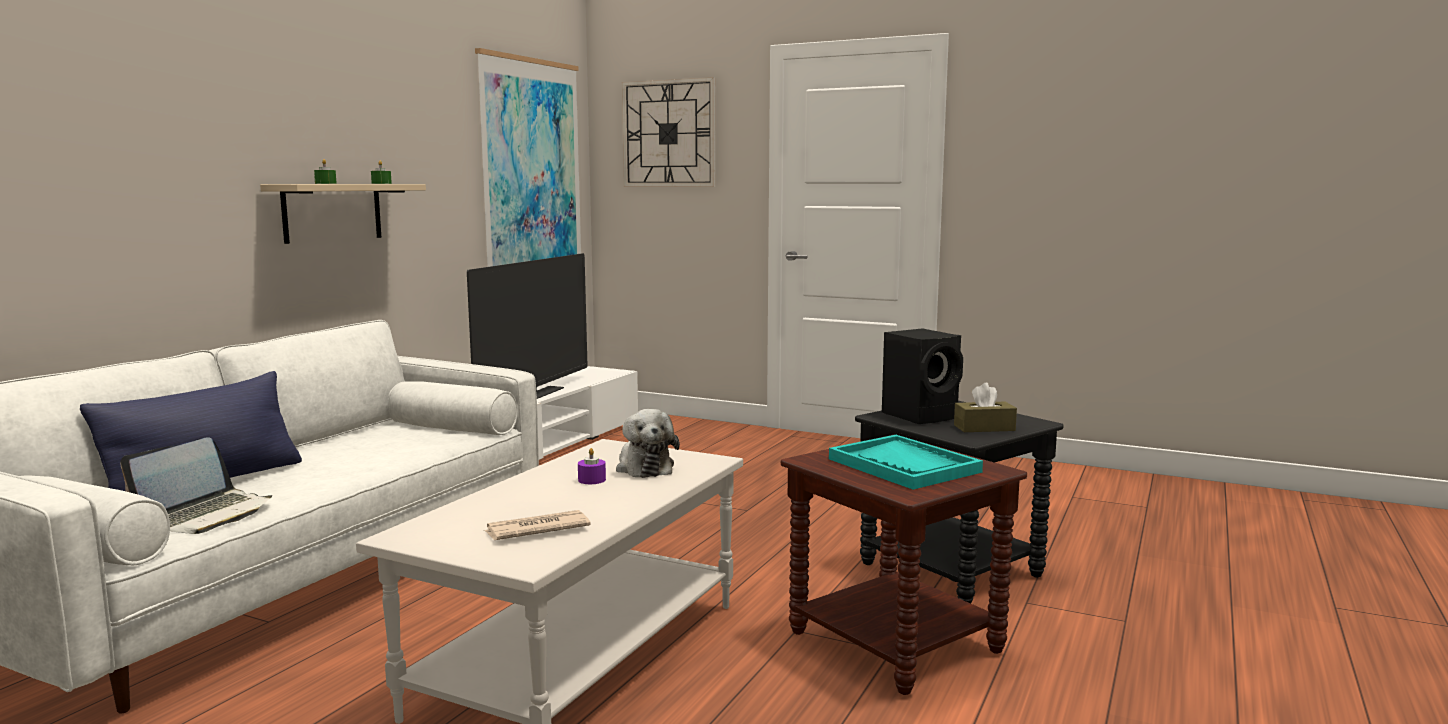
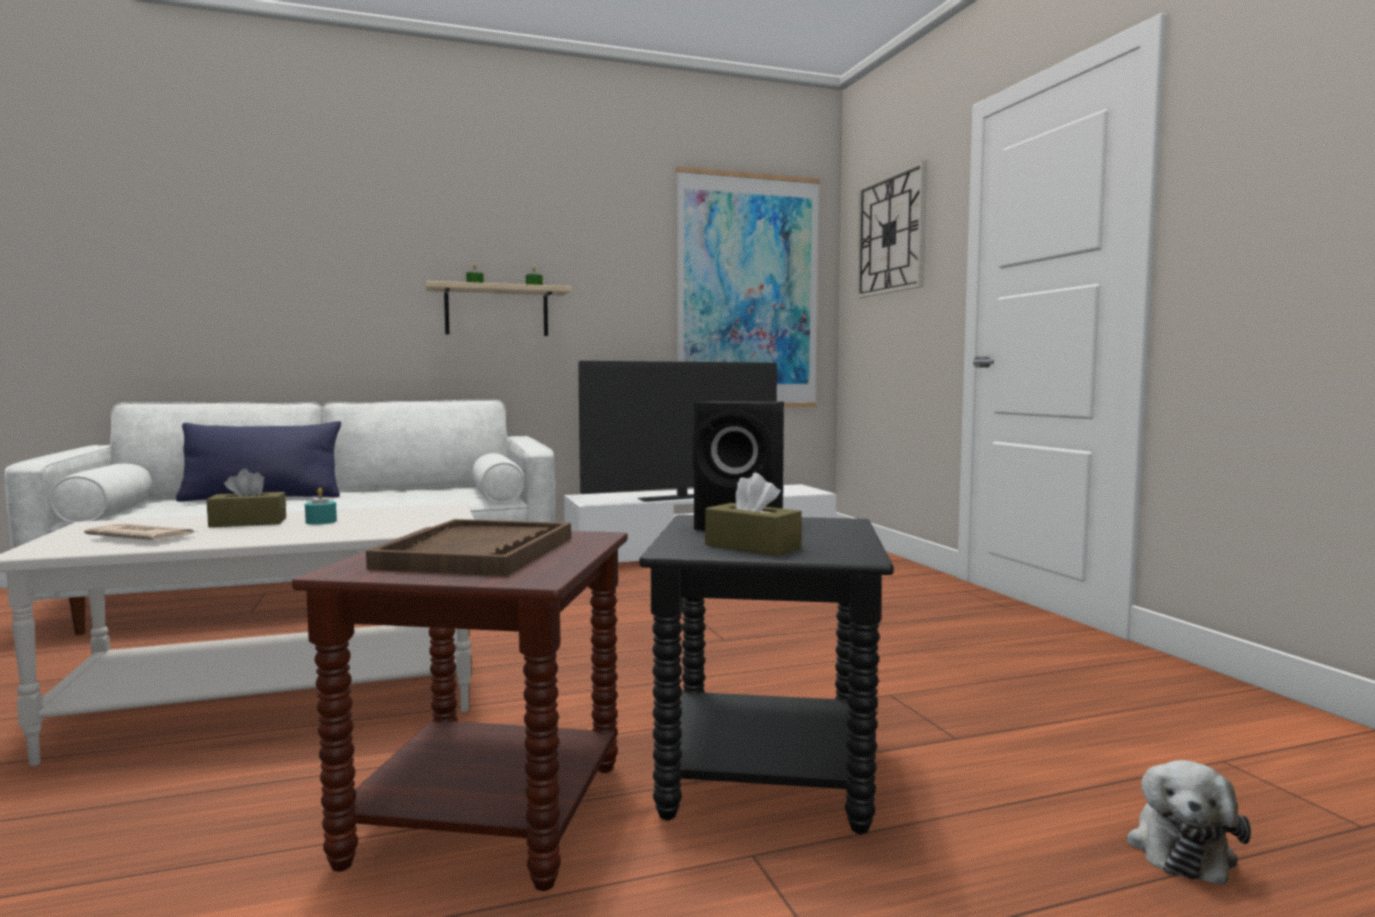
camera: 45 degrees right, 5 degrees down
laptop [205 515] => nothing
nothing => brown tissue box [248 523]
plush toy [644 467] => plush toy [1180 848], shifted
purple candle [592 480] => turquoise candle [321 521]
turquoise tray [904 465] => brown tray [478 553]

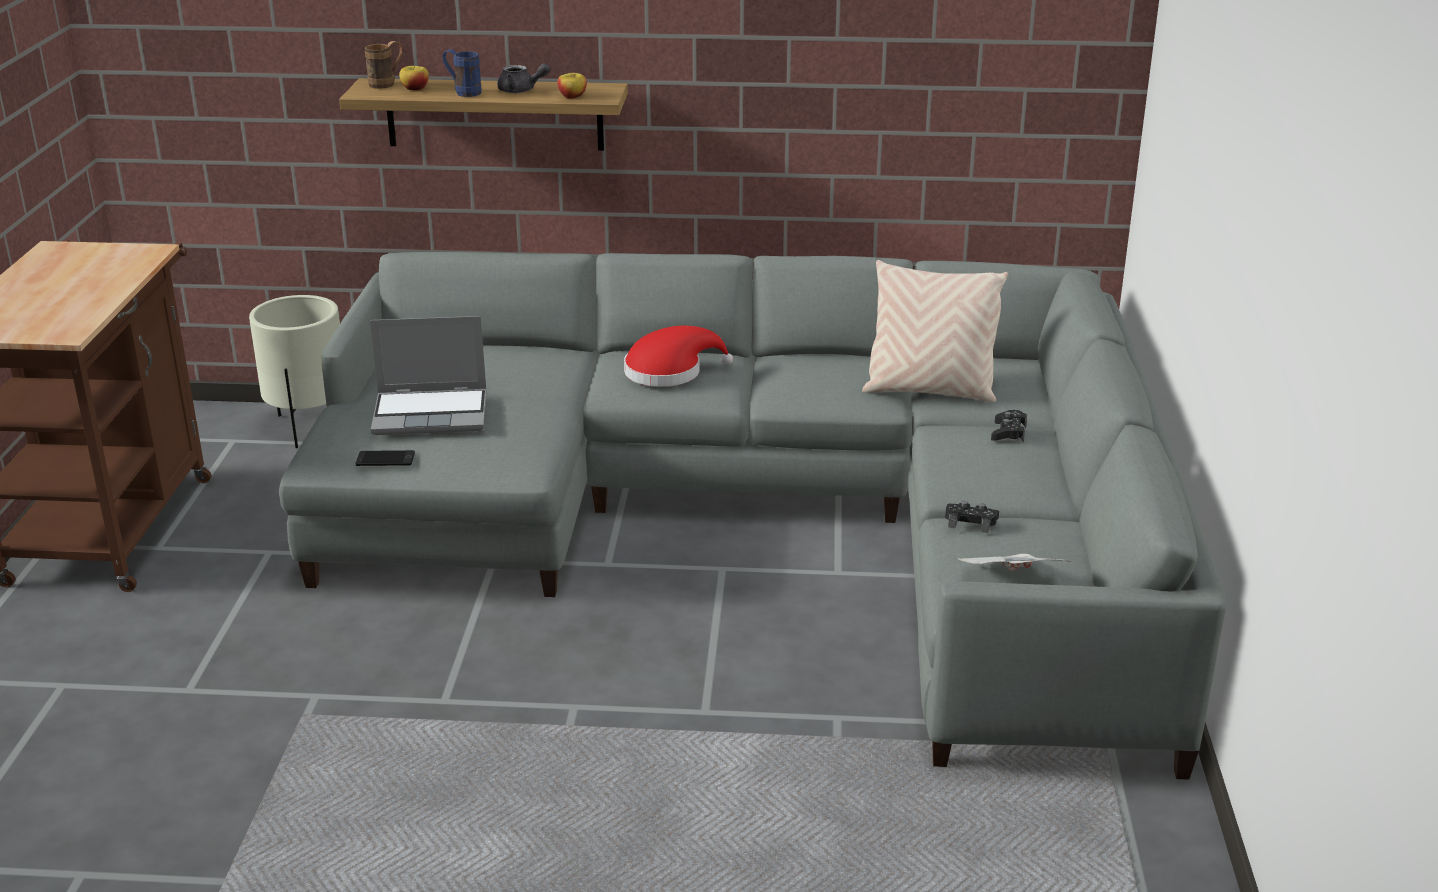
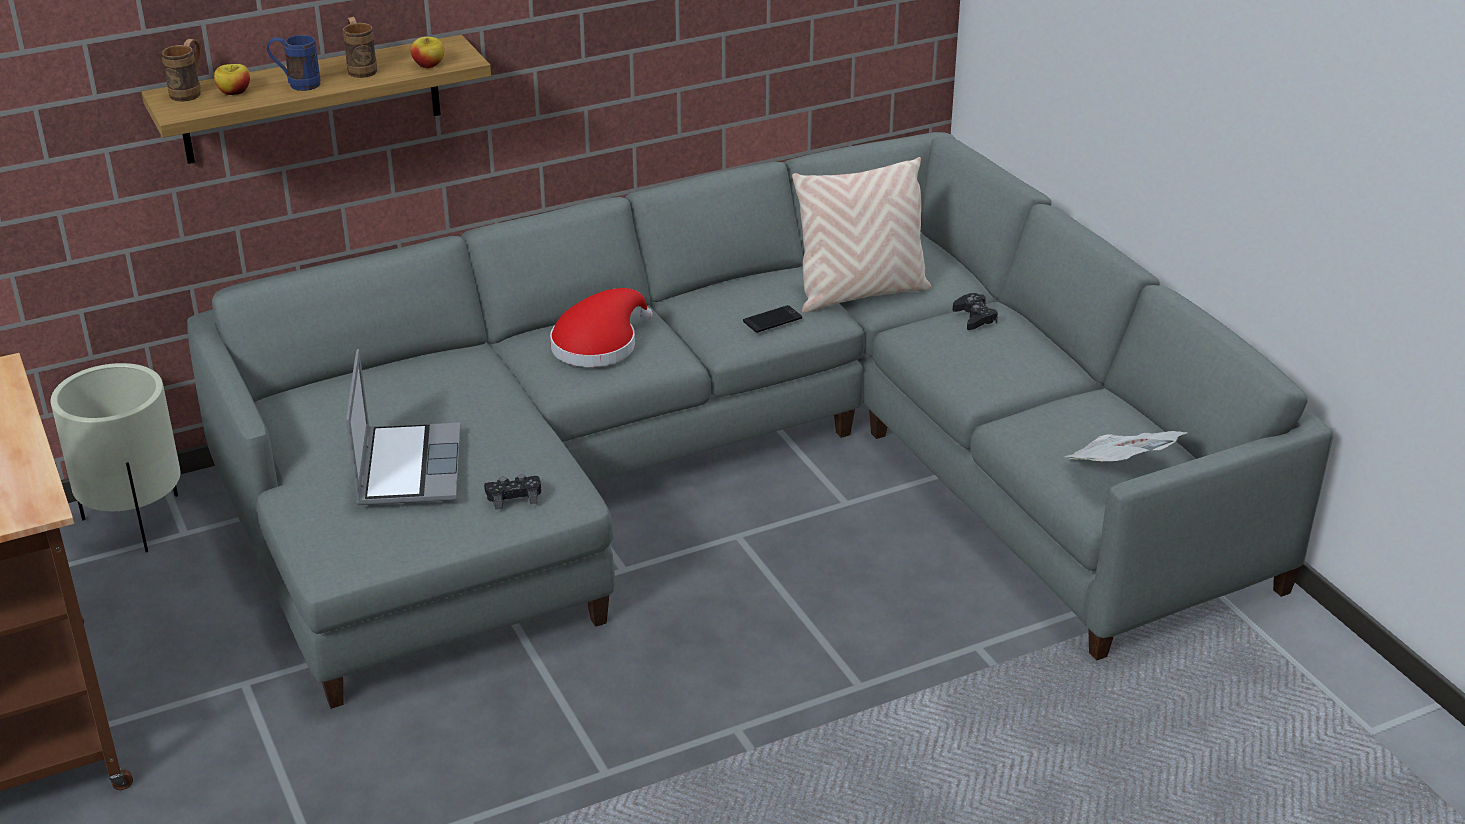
camera: 30 degrees left, 5 degrees up
phone [385 459] => phone [772 320], shifted
black game controller [971 522] => black game controller [514 496], shifted
grey teapot [521 91] => brown mug [360 69]
laptop [432 413] => laptop [407 467], 60 degrees counterclockwise

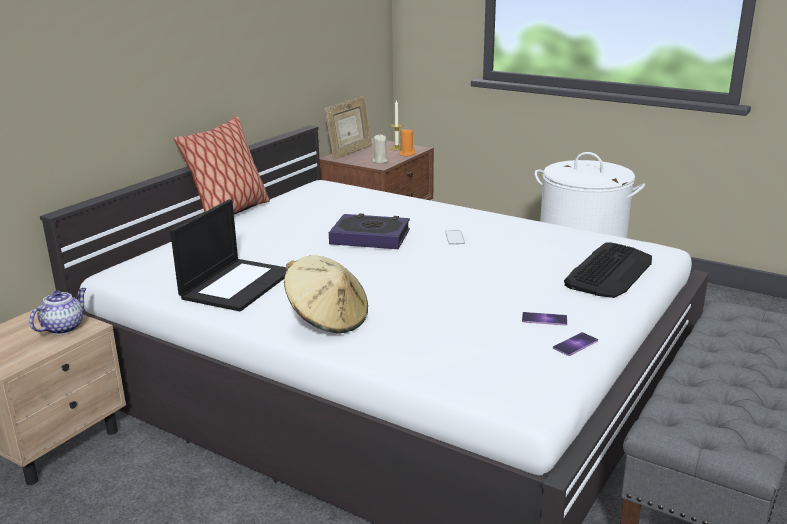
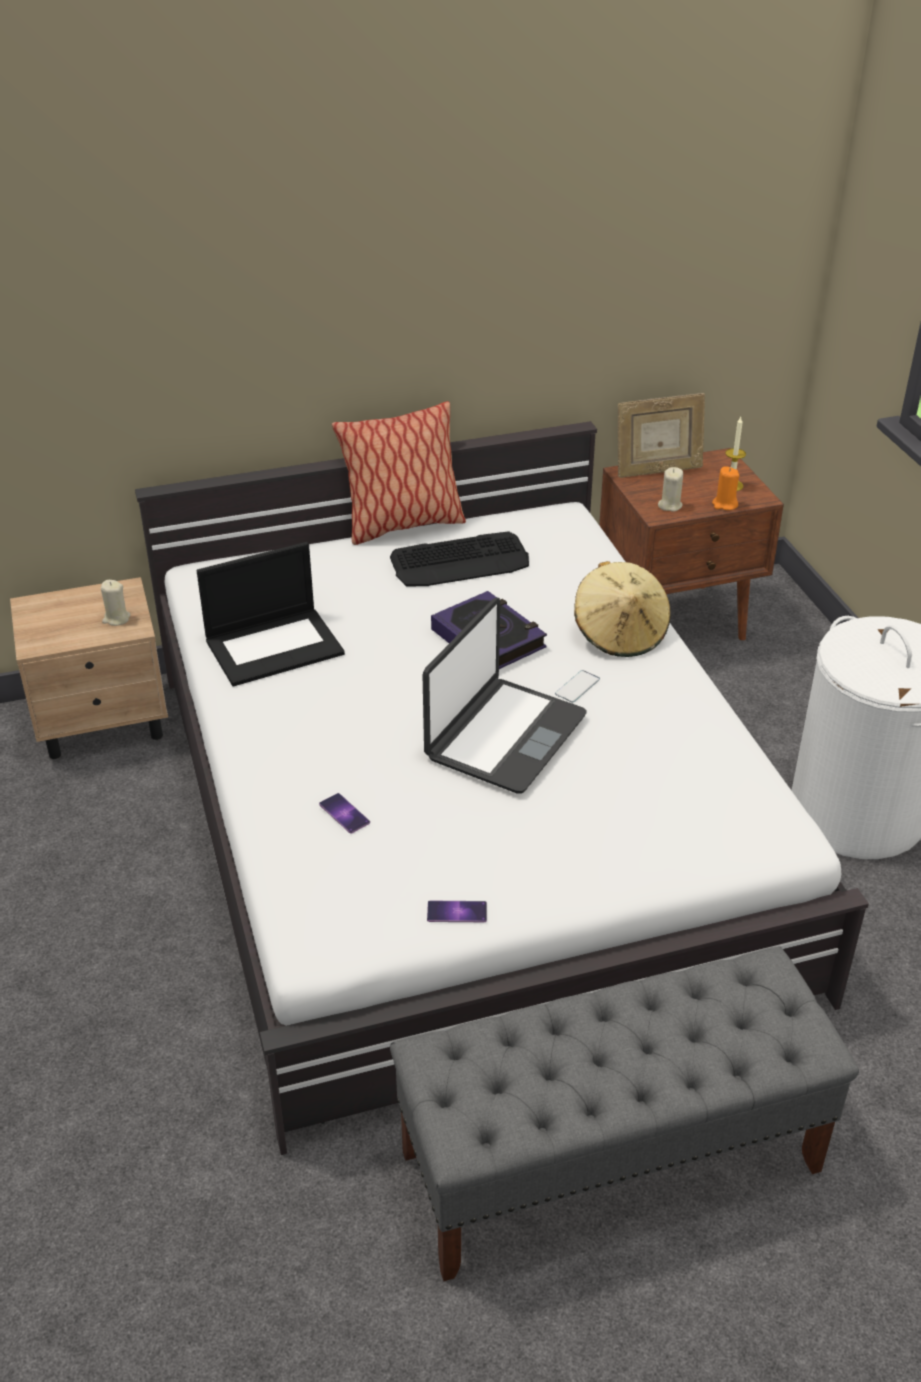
camera: 40 degrees right, 15 degrees up
nothing => laptop [504 736]
beige hat [327 319] => beige hat [620 634], shifted
phone [544 319] => phone [344 813], shifted
keyboard [610 271] => keyboard [460 562], shifted
teapot [63 327] => beige candle [116 619]

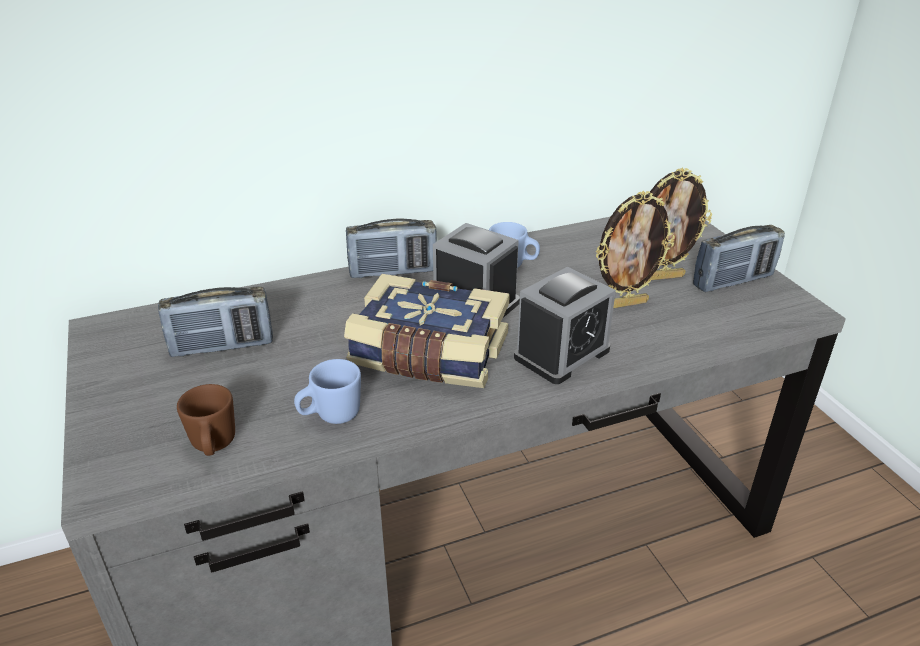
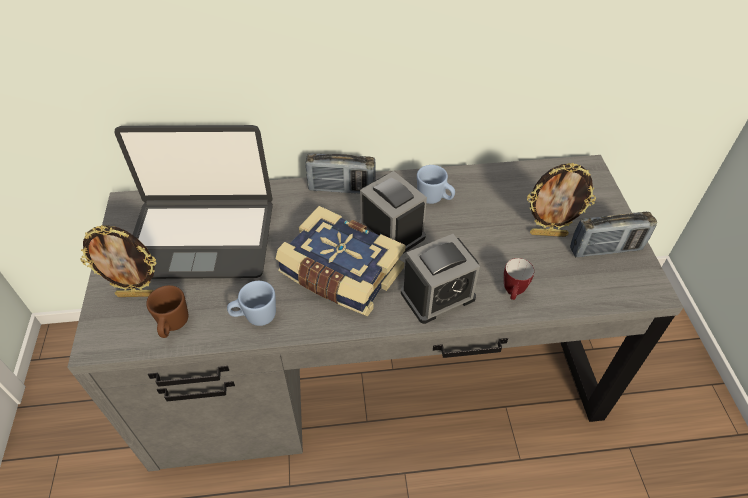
camera: 15 degrees right, 15 degrees up
nothing => mug [513 293]
picture frame [625 304] => picture frame [137 294], shifted
radio [222 346] => laptop [202 237]

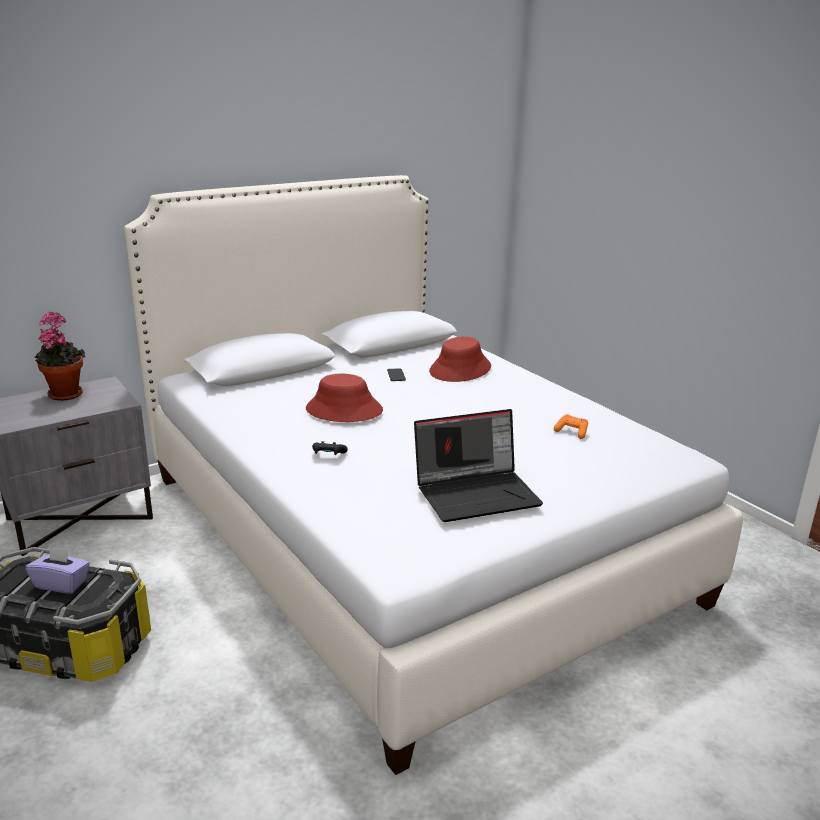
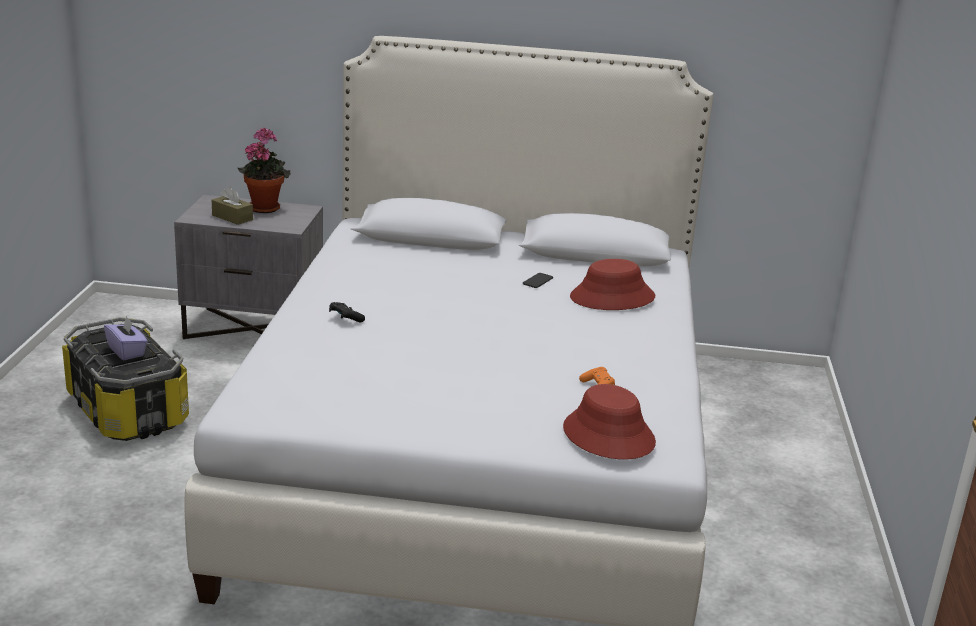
camera: 40 degrees right, 0 degrees up
laptop [477 493] => nothing
nothing => brown tissue box [232 217]
red hat [344 410] => red hat [608 436], shifted

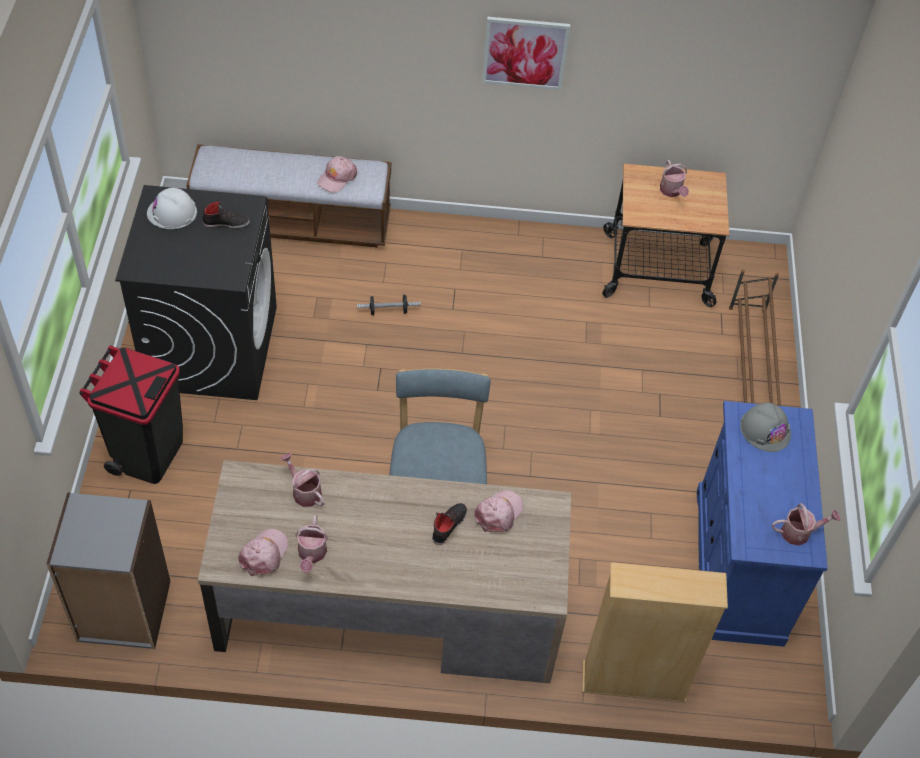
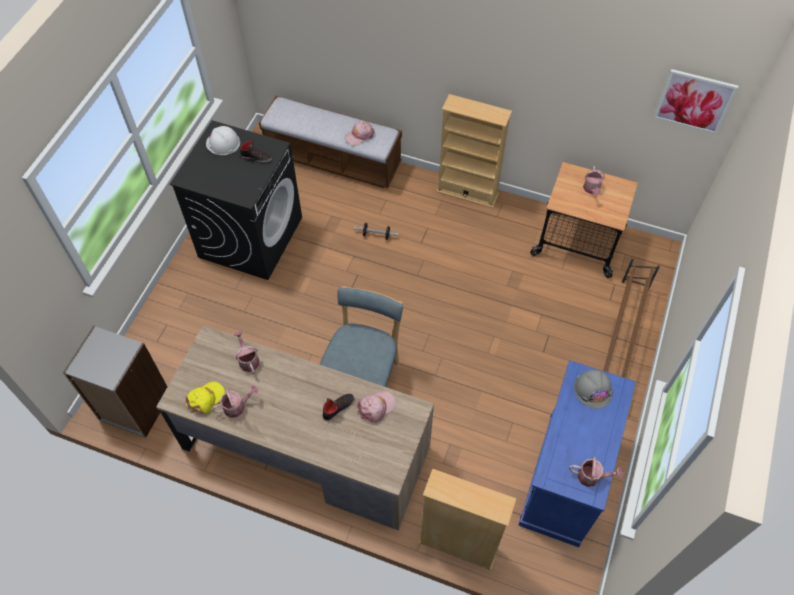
camera: 20 degrees right, 5 degrees up
black trash can [147 454] => nothing
nothing => beige bookcase [467 192]
picture [525 52] => picture [694 101], shifted
pink cap [264 554] => yellow cap [205 399]
watering can [311 554] => watering can [237 406], 135 degrees counterclockwise

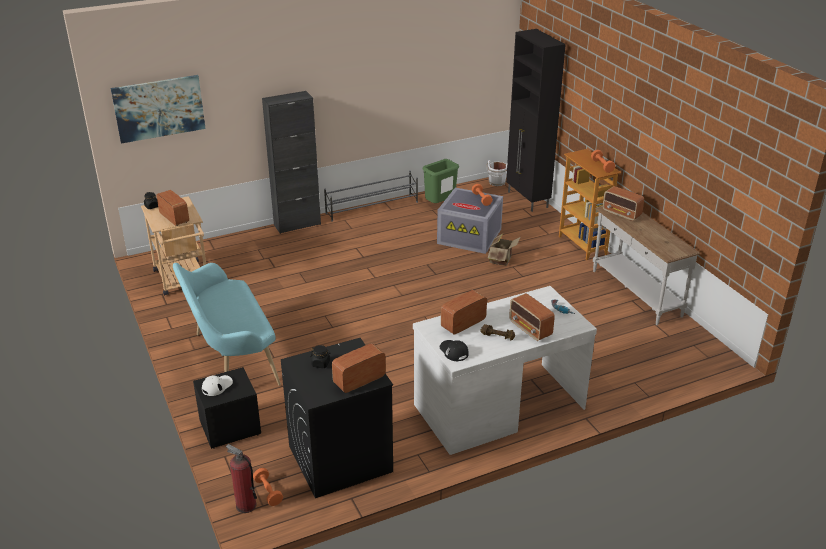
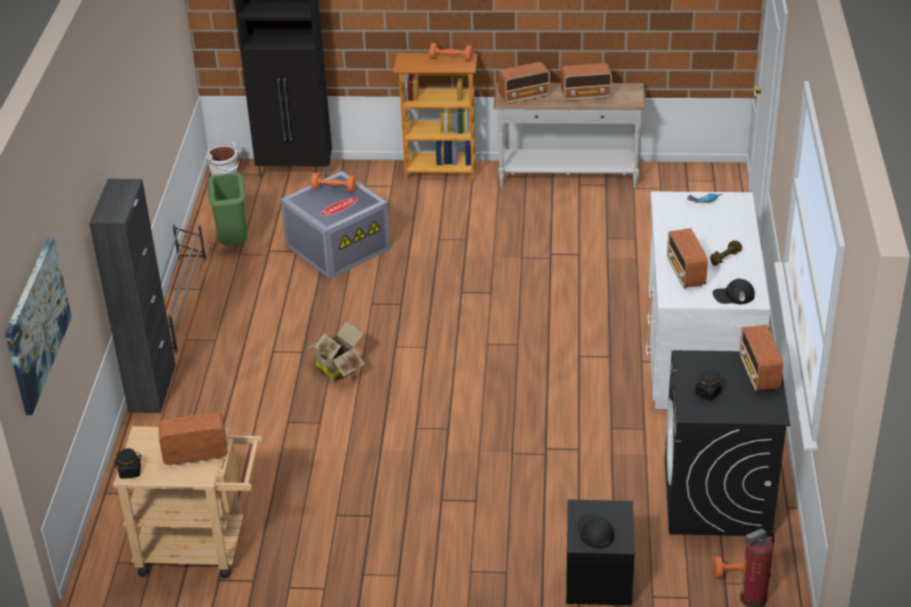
camera: 60 degrees left, 5 degrees up
turquoise bench [230 359] => nothing
cardboard box [502 260] => cardboard box [338 369], shifted
radio [530 329] => radio [586 96], shifted
white cap [217 386] => black cap [594 532]

